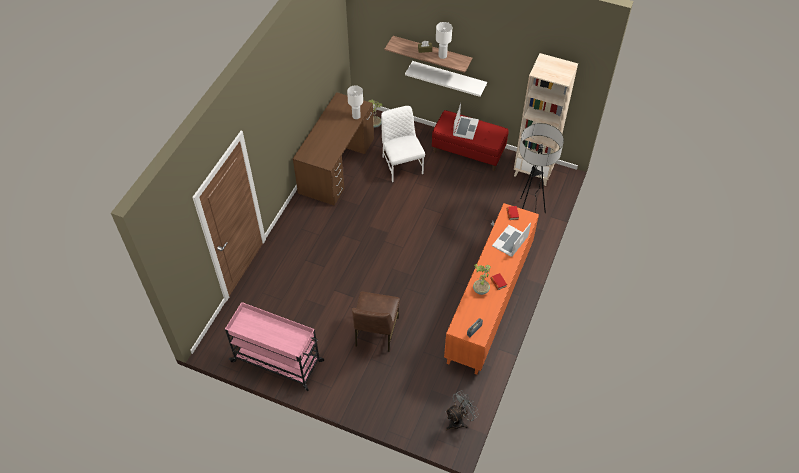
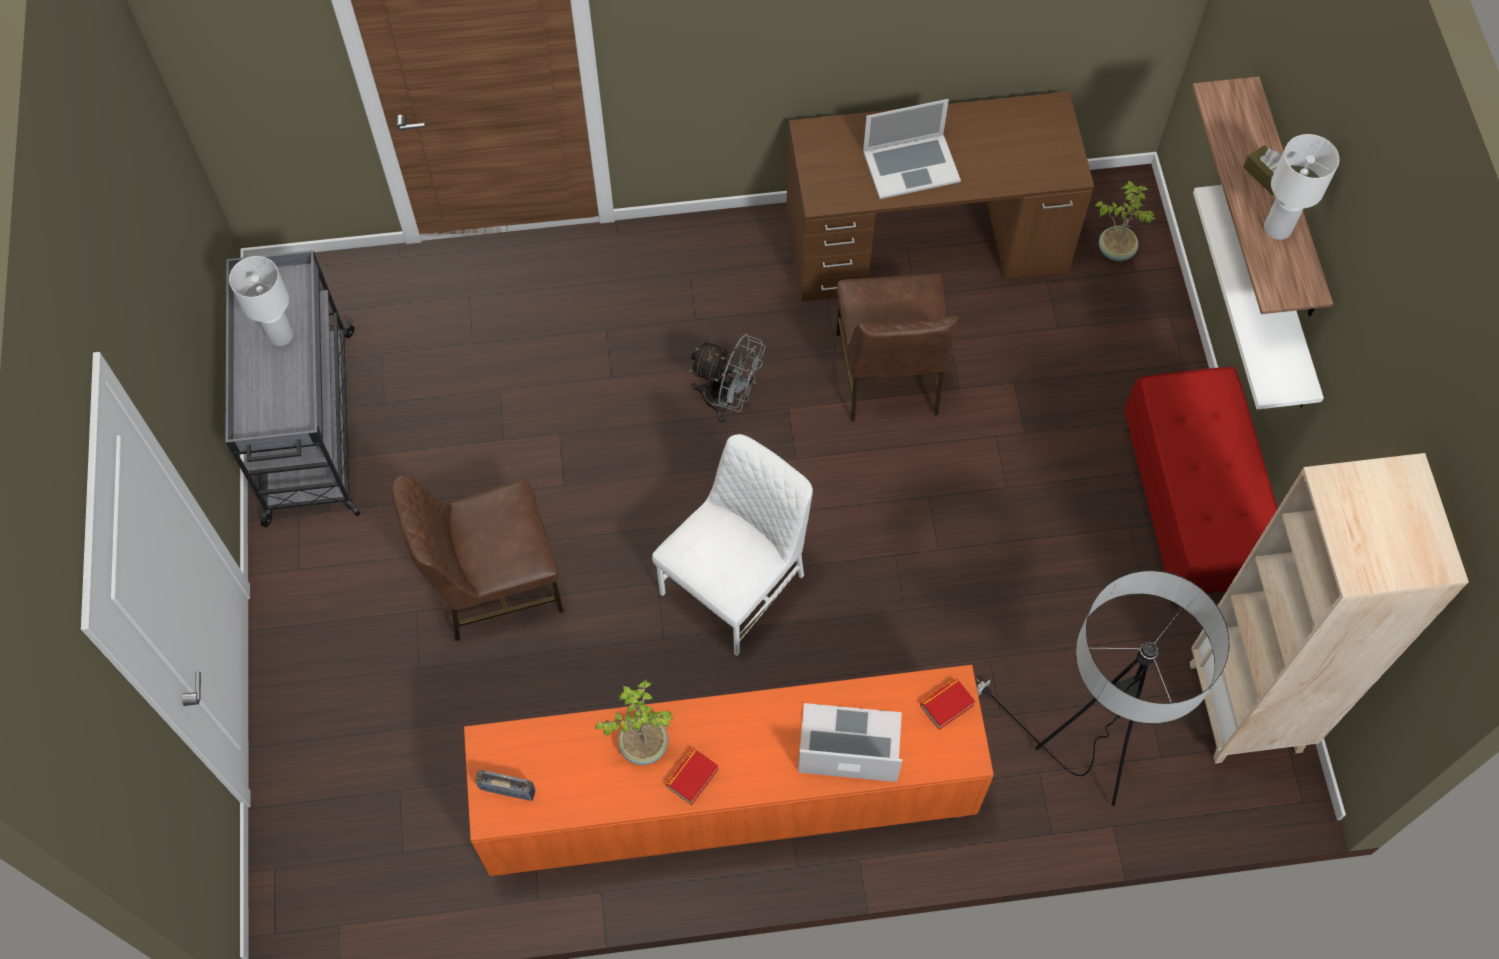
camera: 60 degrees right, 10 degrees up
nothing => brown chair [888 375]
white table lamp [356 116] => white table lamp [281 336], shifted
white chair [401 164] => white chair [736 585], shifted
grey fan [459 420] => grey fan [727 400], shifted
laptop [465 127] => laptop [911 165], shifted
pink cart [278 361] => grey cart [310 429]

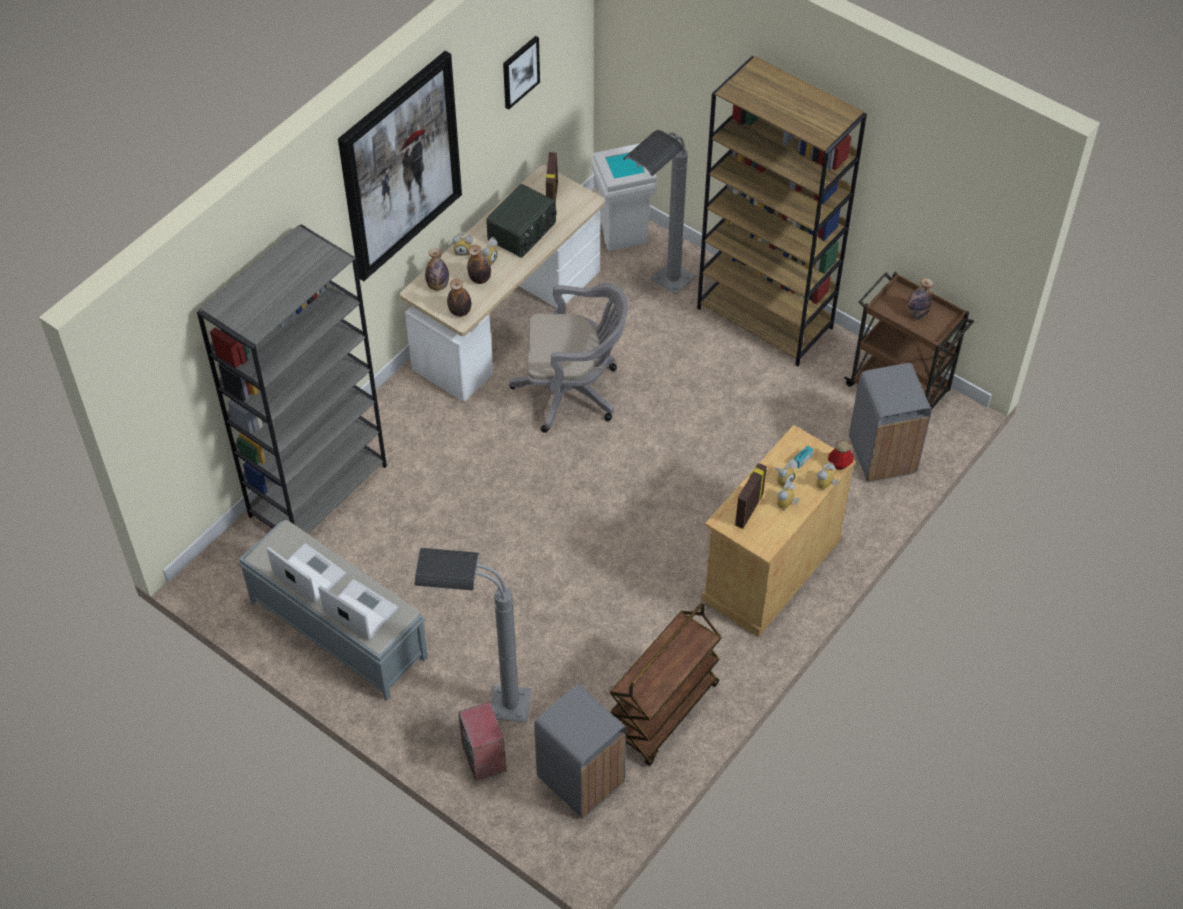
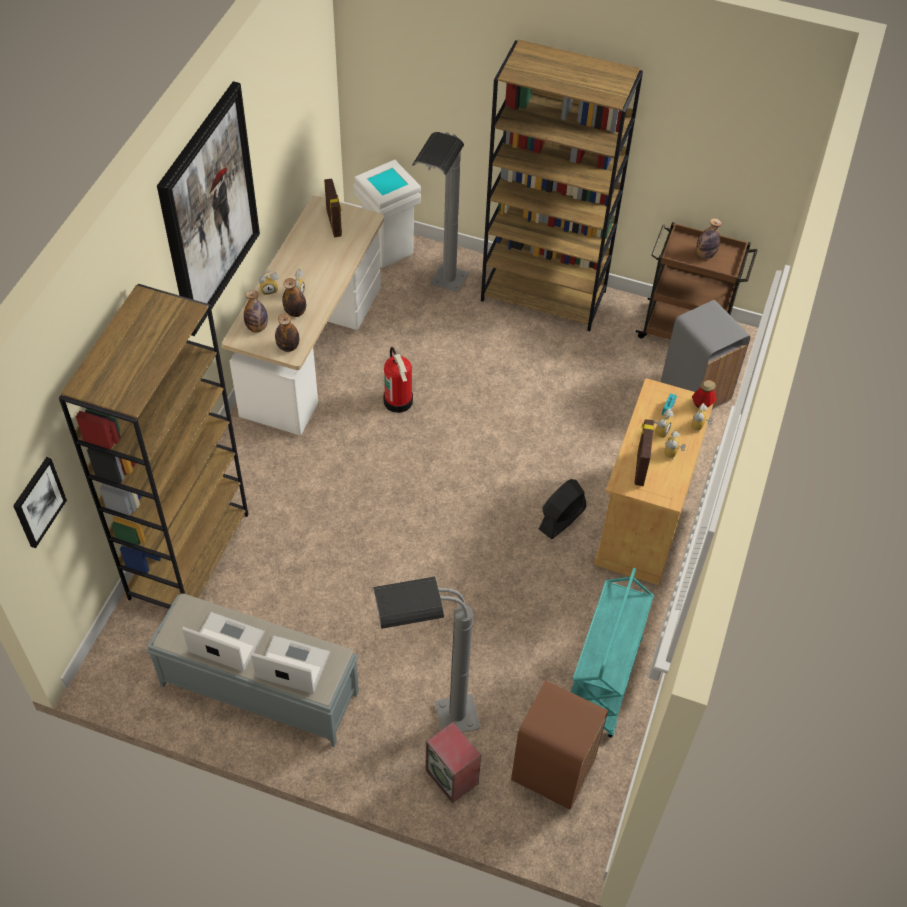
camera: 20 degrees left, 0 degrees up
radio [523 232] => nothing
nothing => black fan [561 519]
picture [520 72] => picture [38 502], shifted
grey office chair [573 391] => fire extinguisher [398 401]
grey bookcase [318 490] => brown bookcase [189 555]
grey trash can [580 781] => brown trash can [553 772]
brown cart [664 713] => turquoise cart [603 681]

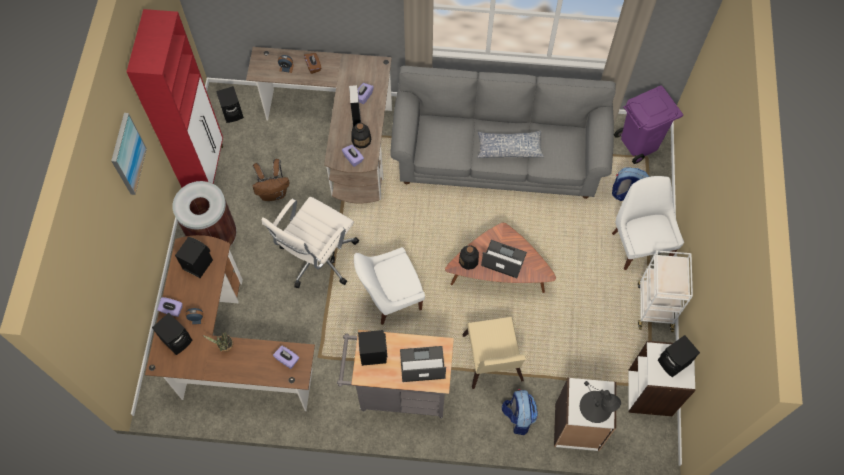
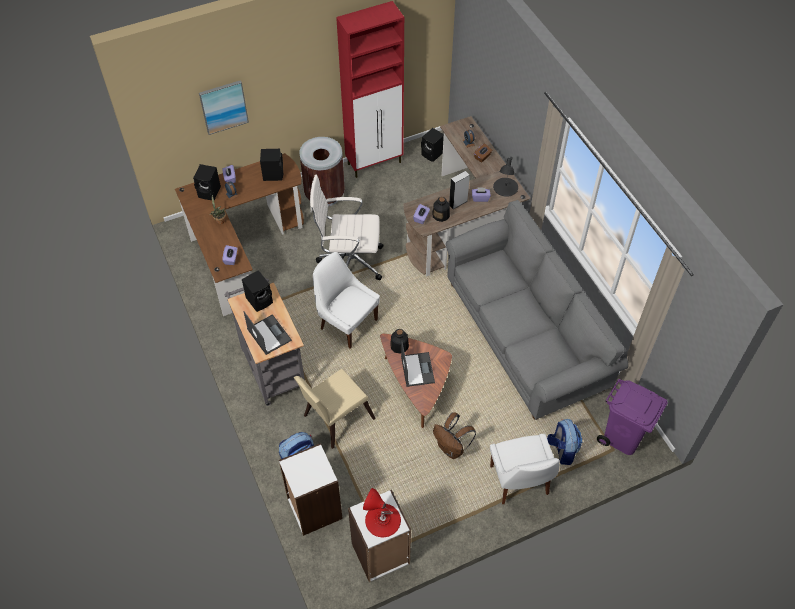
camera: 60 degrees right, 10 degrees down
pillow [509 148] => nothing
white cart [654 305] => nothing
picture [127 154] => picture [223 106], shifted
brown backpack [274 193] => brown backpack [452 448], shifted
black table lamp [596 407] => black table lamp [505 187], shifted
black speaker [674 363] => red table lamp [382 520]
white chair [639 244] => white chair [520 482], 120 degrees clockwise

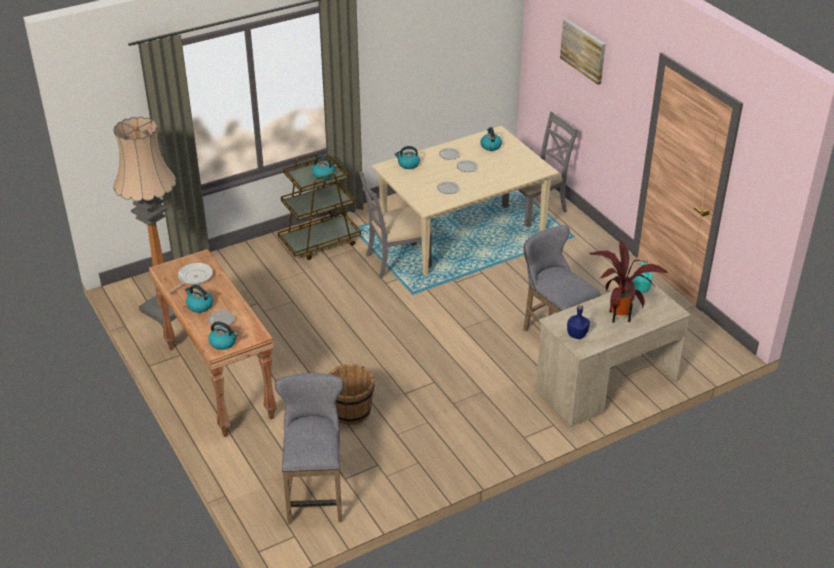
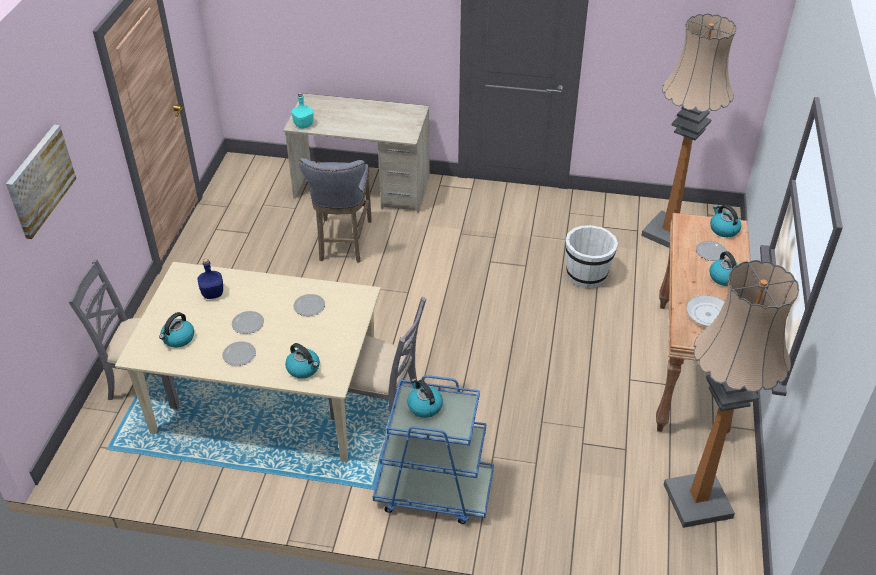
camera: 140 degrees left, 5 degrees up
potted plant [620 315] => nothing
blue bottle [577 335] => blue bottle [212 293], shifted
grey stool [315 492] => floor lamp [668 233]
brown cart [320 242] => blue cart [433 492]
brown bucket [351 412] => white bucket [587 275]

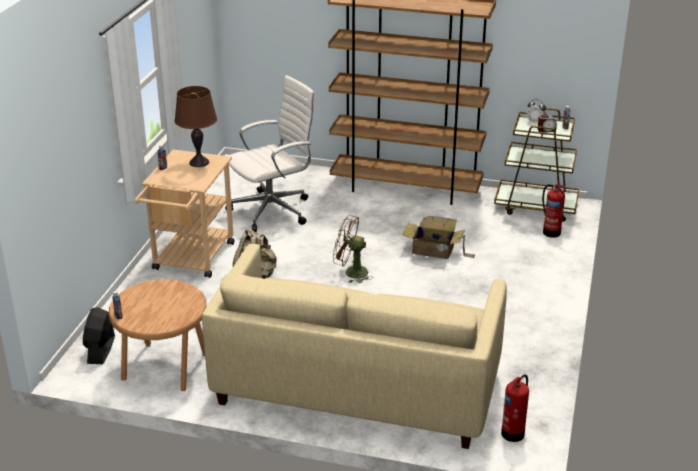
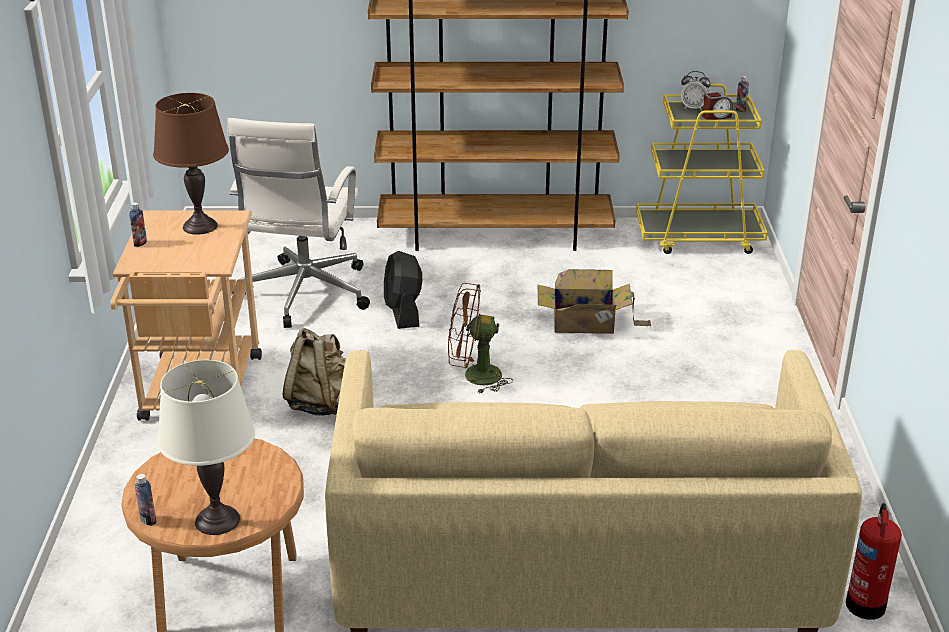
camera: 15 degrees left, 0 degrees up
fire extinguisher [551 232] => nothing
nothing => white table lamp [217 520]
black fan [101 350] => black fan [403 312], shifted
brown cart [536 206] => yellow cart [699 237]
white office chair [273 210] => white office chair [304 295], 150 degrees clockwise

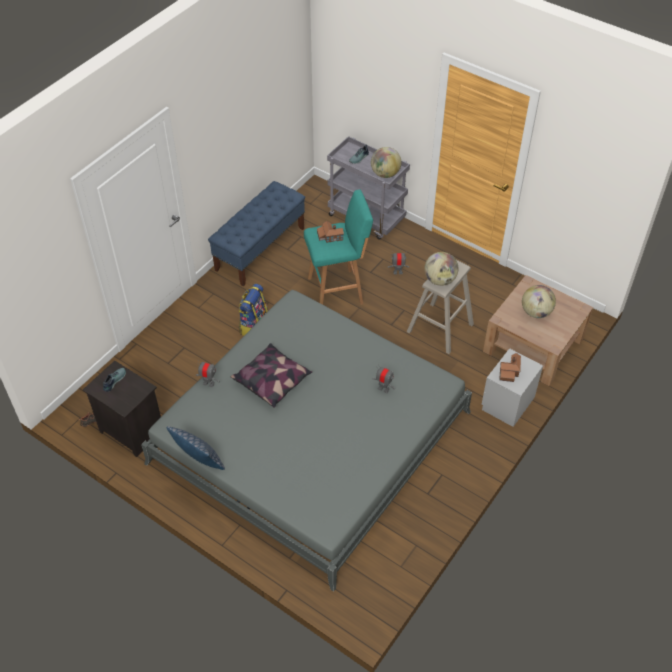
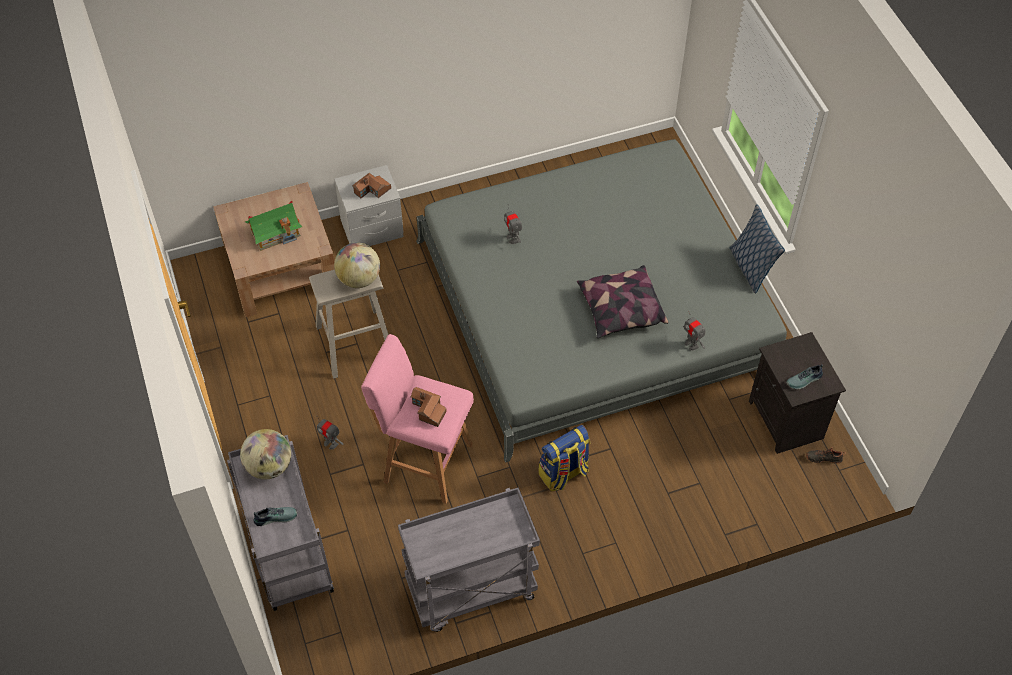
camera: 145 degrees left, 5 degrees up
blue bench [260 249] => grey cart [471 591]
globe [536 312] => toy house [275 233]
turquoise stool [337 290] => pink stool [425 462]

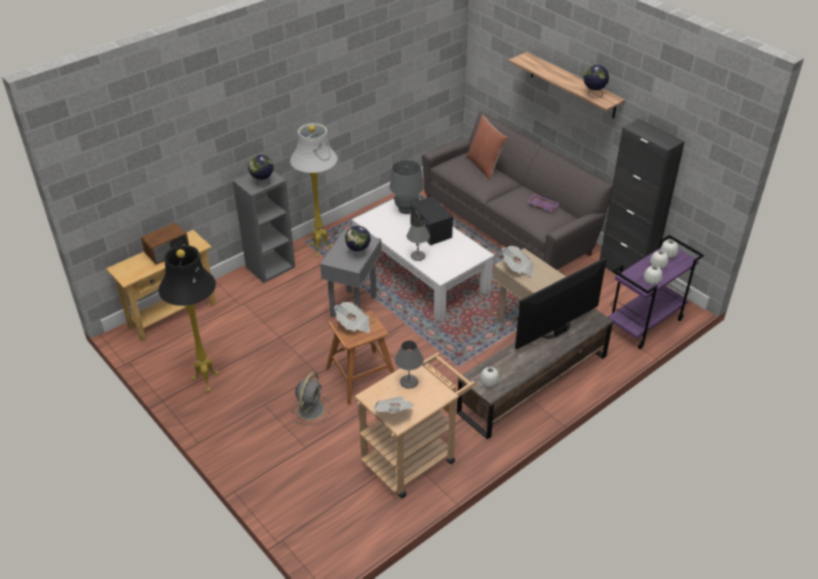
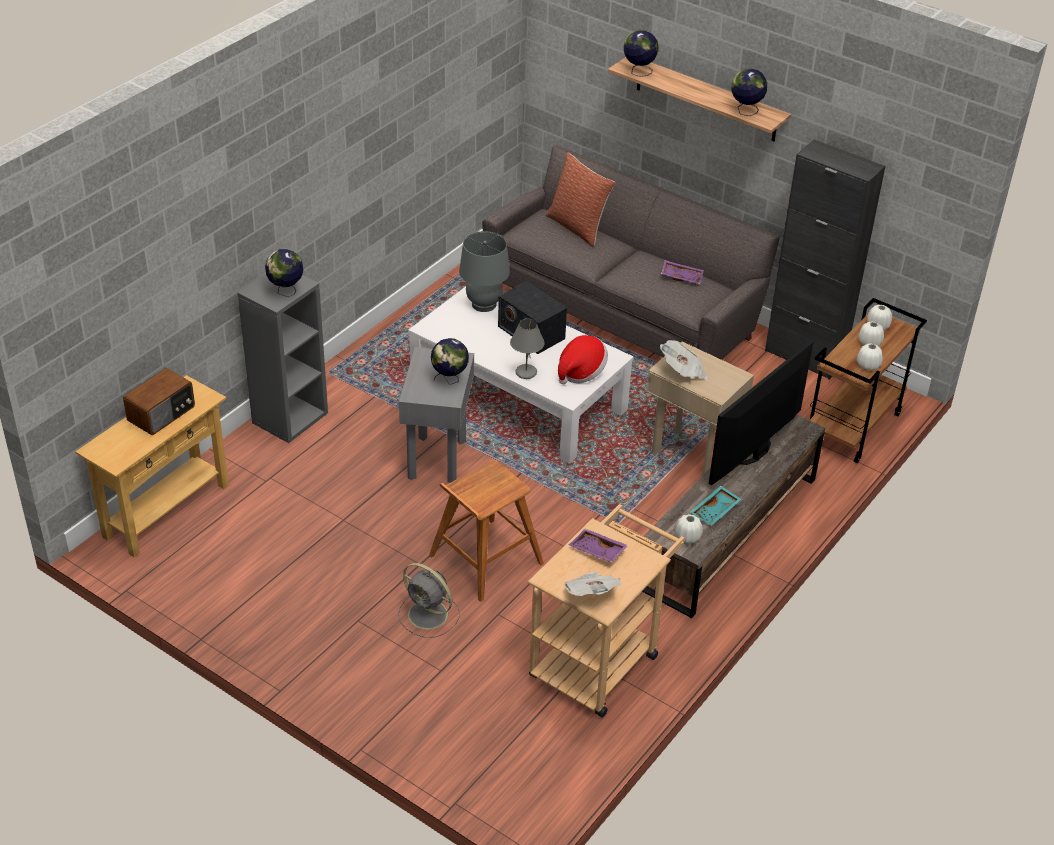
camera: 15 degrees left, 0 degrees up
black floor lamp [207 380] => nothing
white floor lamp [321 249] => nothing
newspaper [353 325] => nothing
nothing => hat [581 372]
nothing => globe [638 72]
nothing => turquoise tray [715 511]
grey table lamp [409 382] => purple tray [597 551]
purple cart [644 324] => brown cart [852 427]
grey fan [311 409] => grey fan [429 615], 120 degrees clockwise

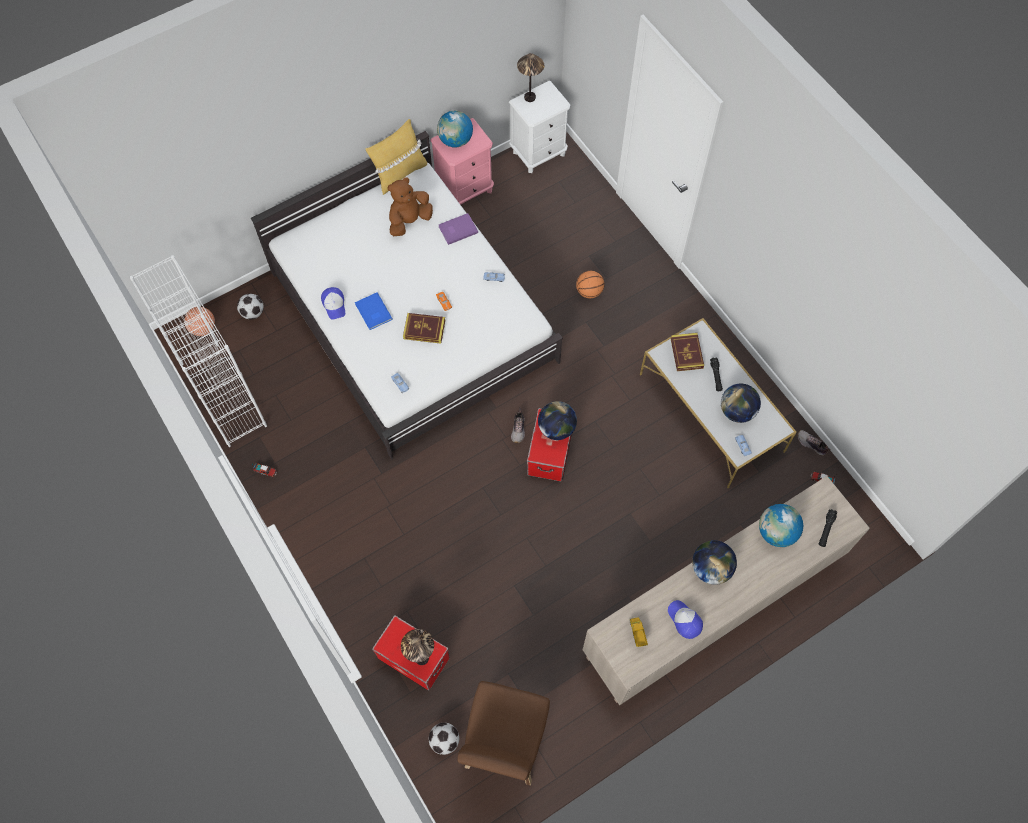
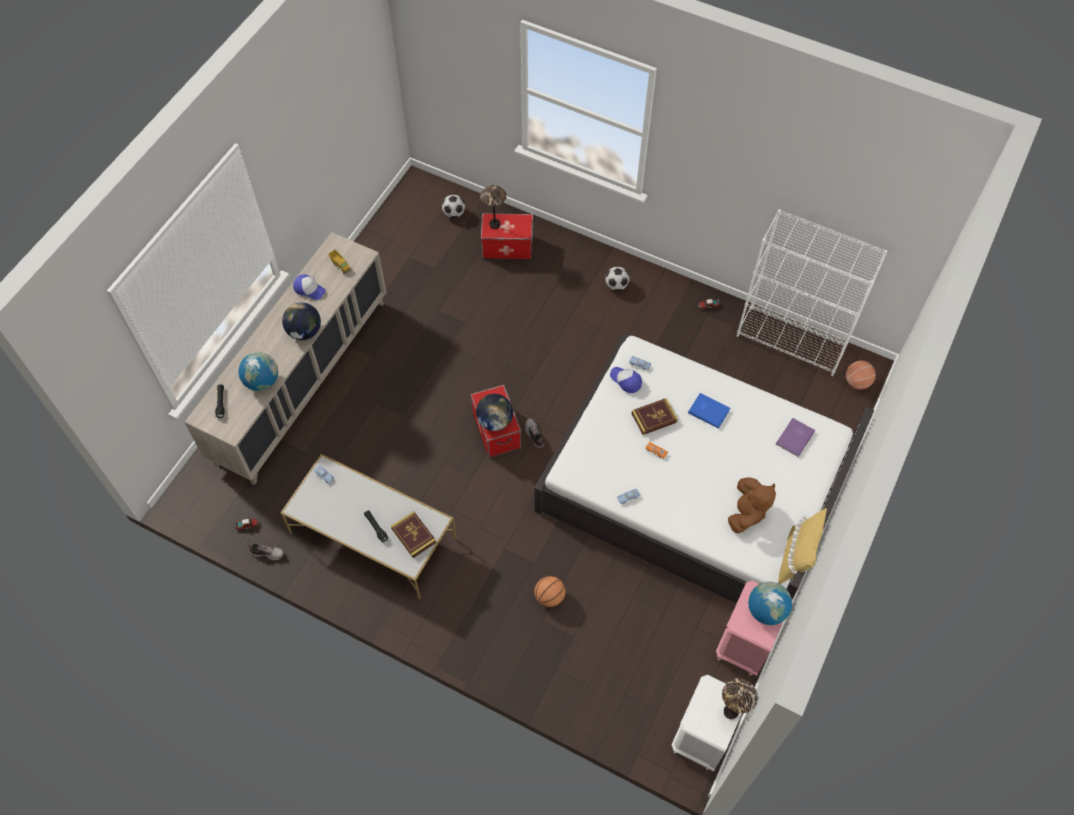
camera: 150 degrees right, 5 degrees down
brown stool [504 747] => nothing
globe [737 411] => nothing
football [253 313] => football [616 285], shifted
cap [334 305] => cap [626 380], shifted
purple book [457 229] => purple book [796 438], shifted

